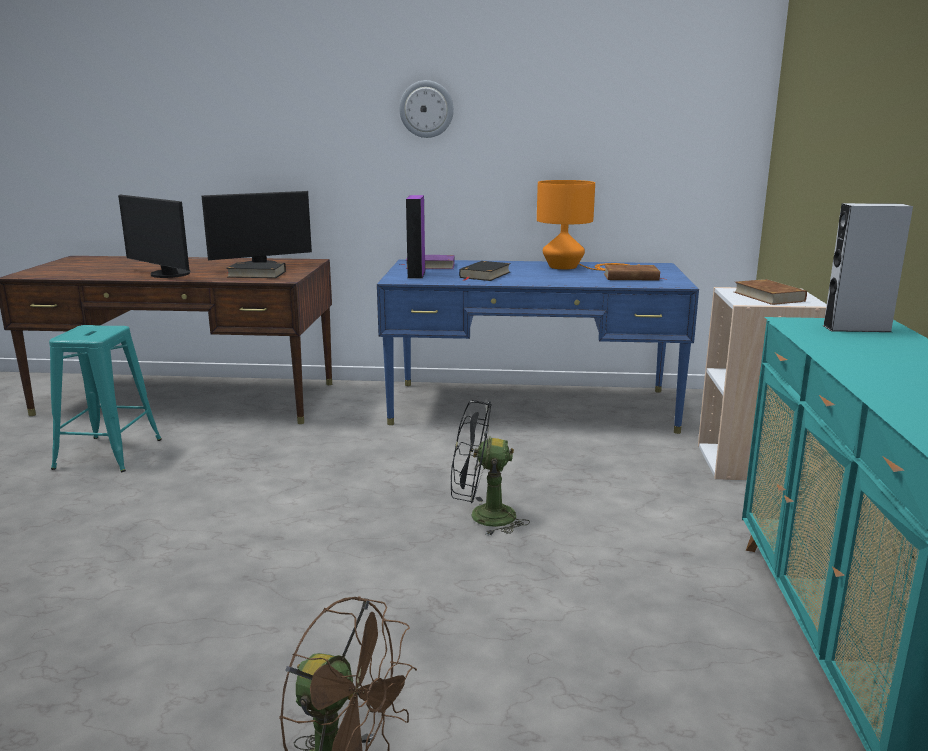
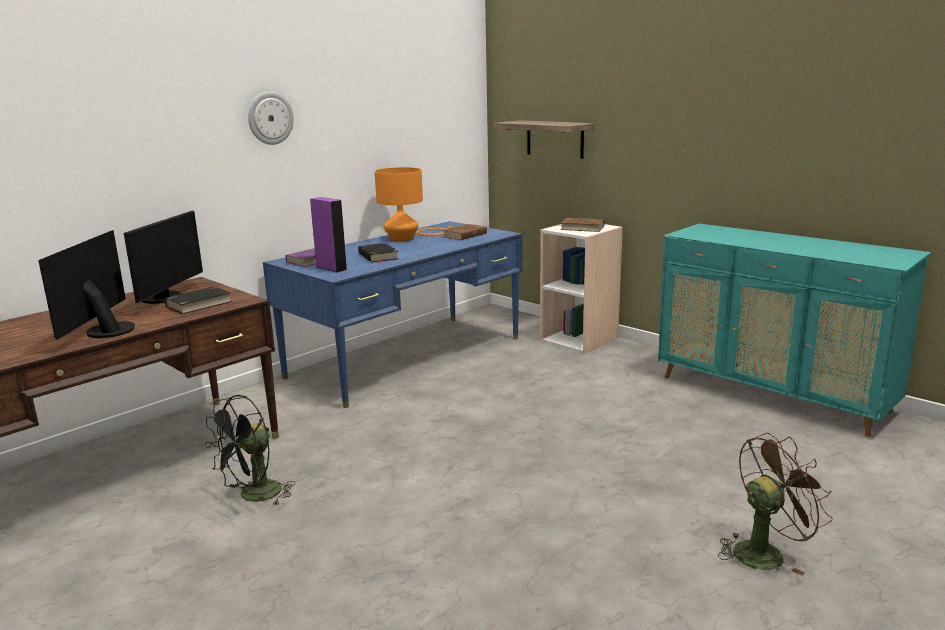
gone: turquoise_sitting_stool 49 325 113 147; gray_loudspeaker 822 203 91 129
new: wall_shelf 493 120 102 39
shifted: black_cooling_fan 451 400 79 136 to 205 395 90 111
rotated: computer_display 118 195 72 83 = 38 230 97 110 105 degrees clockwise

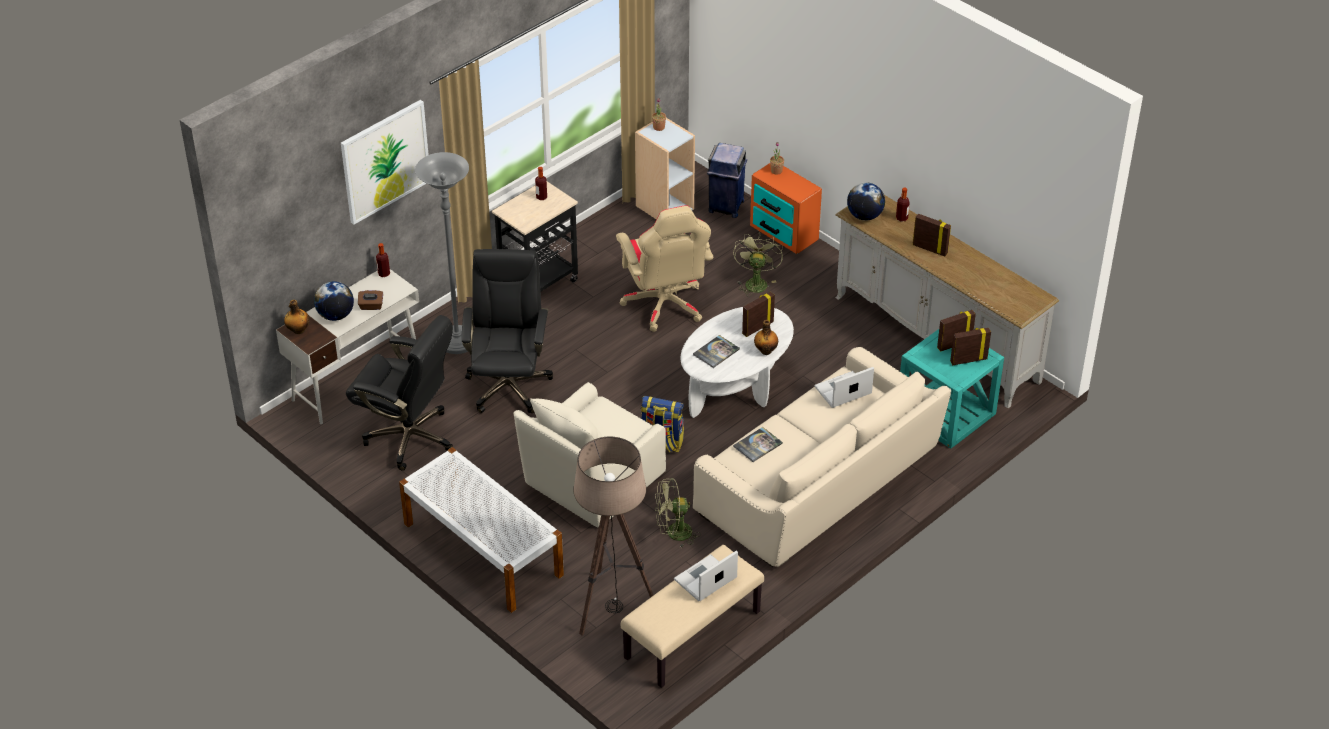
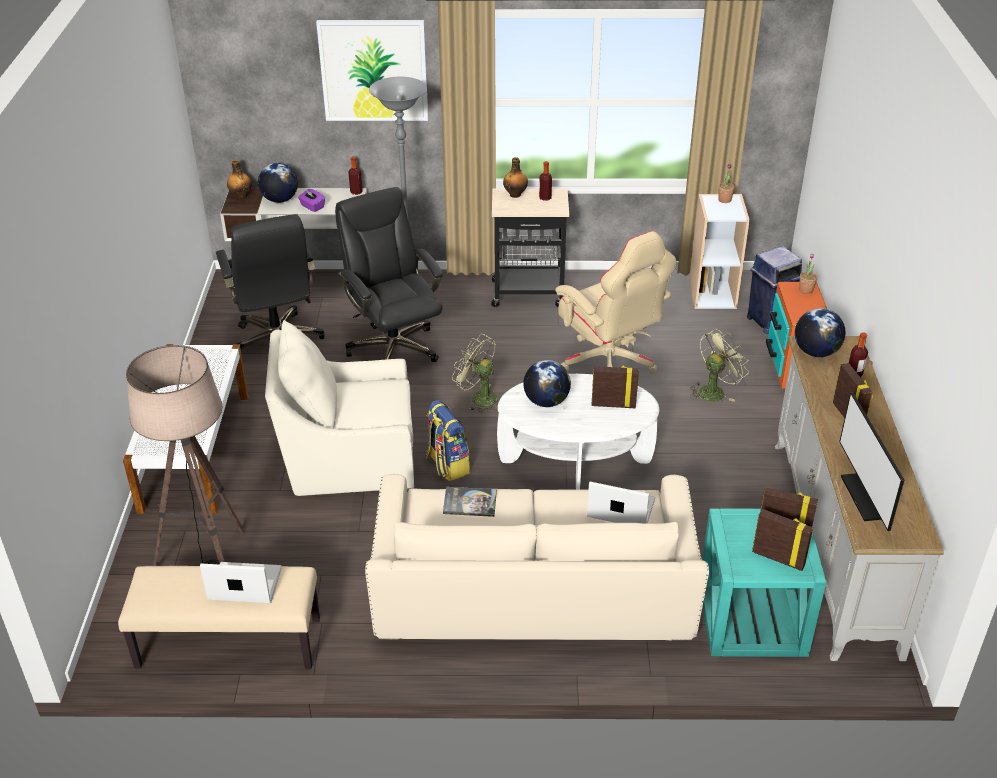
new: computer_display 839 392 65 139
shifted: green_cooling_fan 655 478 46 70 to 452 334 46 79; drink_bottle 754 320 24 35 to 503 157 25 41
swapped: bound_book 693 335 47 33 to desk_globe 523 360 48 47
repainted: brown-coloured_box_of_tissues 358 290 25 20 to purple_box_of_tissues 298 189 27 23
rotated: black_computer_chair 462 249 91 164 = 335 187 108 175 75 degrees counterclockwise; beige-coloured_computer_chair 616 205 98 127 = 556 231 120 143 60 degrees counterclockwise

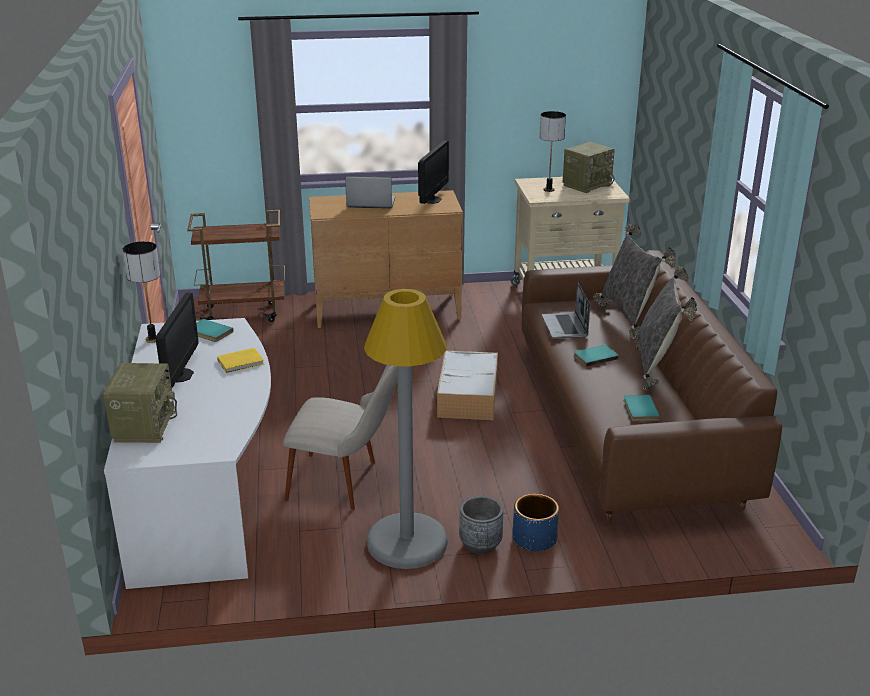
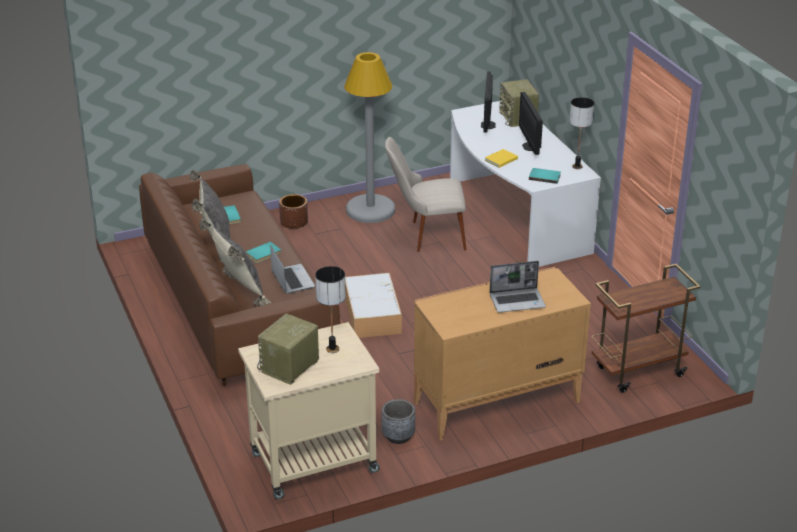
shifted: gray_planter 459 496 44 58 to 382 399 33 45; computer_display 418 141 31 63 to 481 71 15 61
repainted: blue-coloured_planter 512 494 47 57 to brown-coloured_planter 279 194 29 35

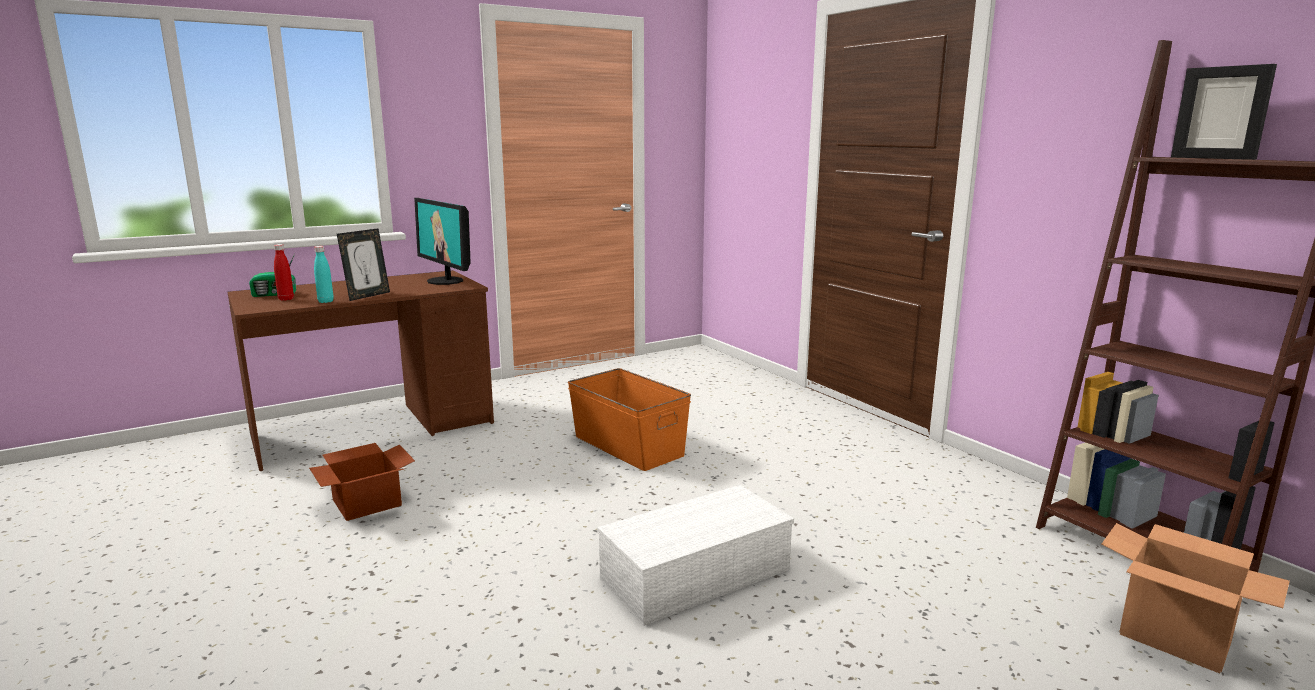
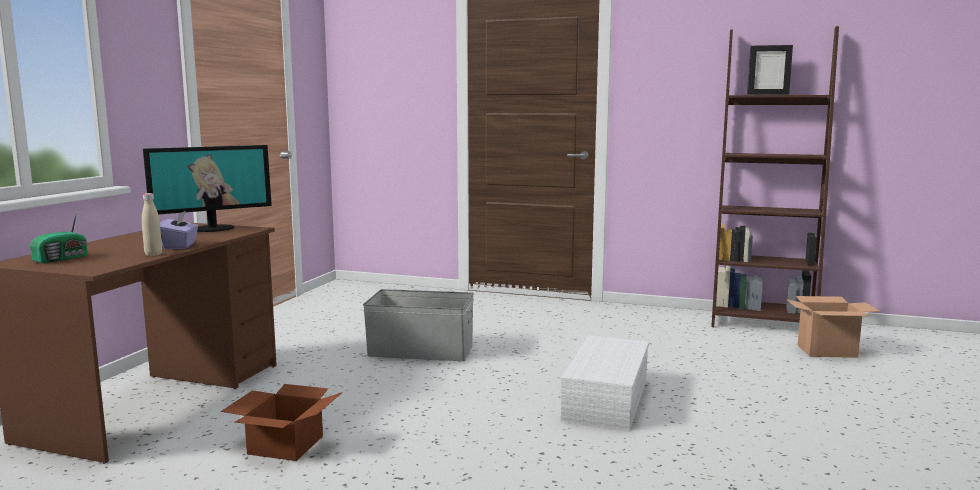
gone: reddish_drink_bottle 274 244 20 57
swapped: photo_frame 337 228 53 73 to purple_box_of_tissues 160 211 38 38
repainted: turquoise_drink_bottle 314 246 20 57 to beige-coloured_drink_bottle 142 193 20 63; orange_storage_bin 568 368 123 103 to gray_storage_bin 363 289 111 72
rotated: computer_display 414 198 57 87 = 143 145 129 87 45 degrees counterclockwise

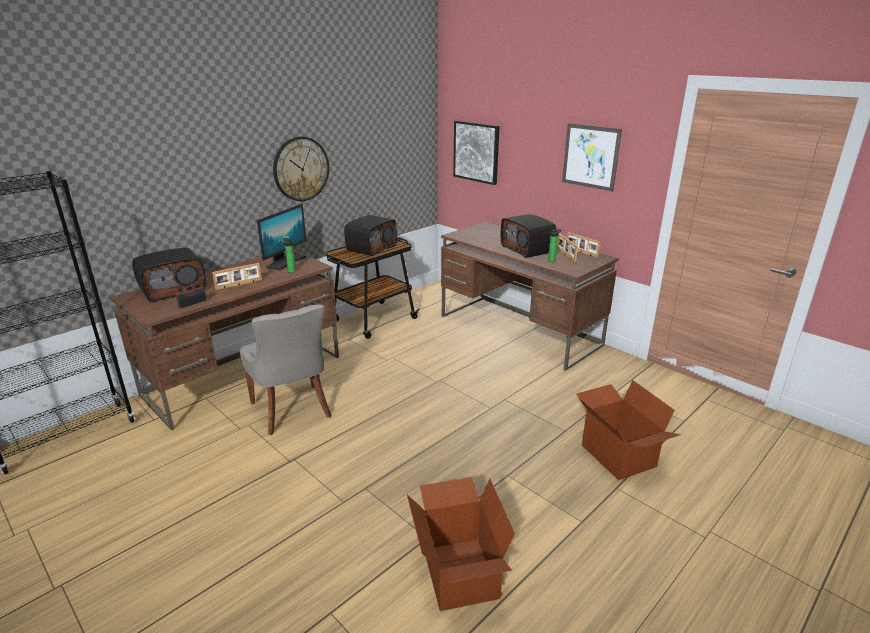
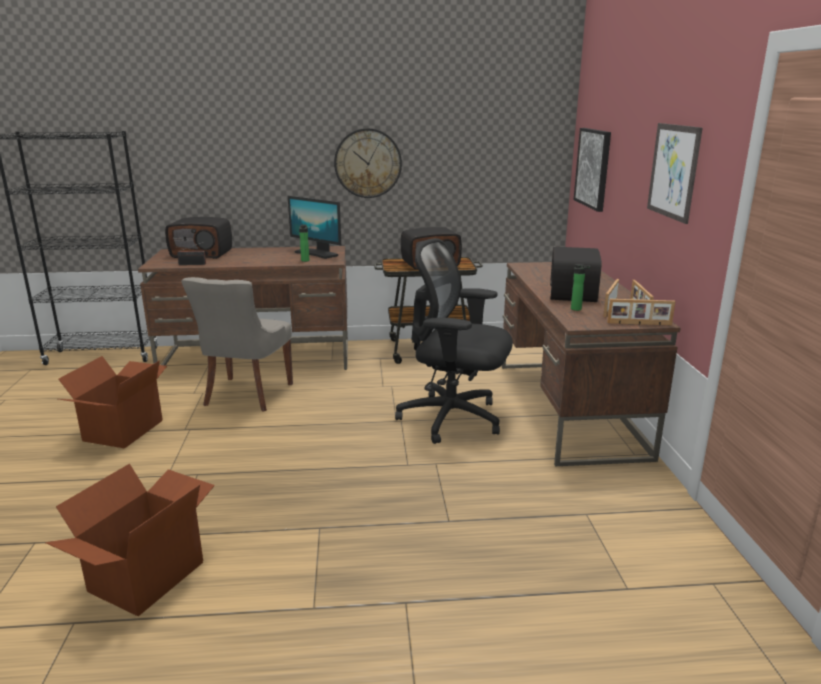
new: black_computer_chair 395 238 118 206
shifted: cardboard_box 577 380 104 100 to 58 356 109 93; photo_frame 212 263 50 27 to 607 299 69 26
rotated: computer_display 257 204 49 66 = 288 196 53 63 60 degrees clockwise

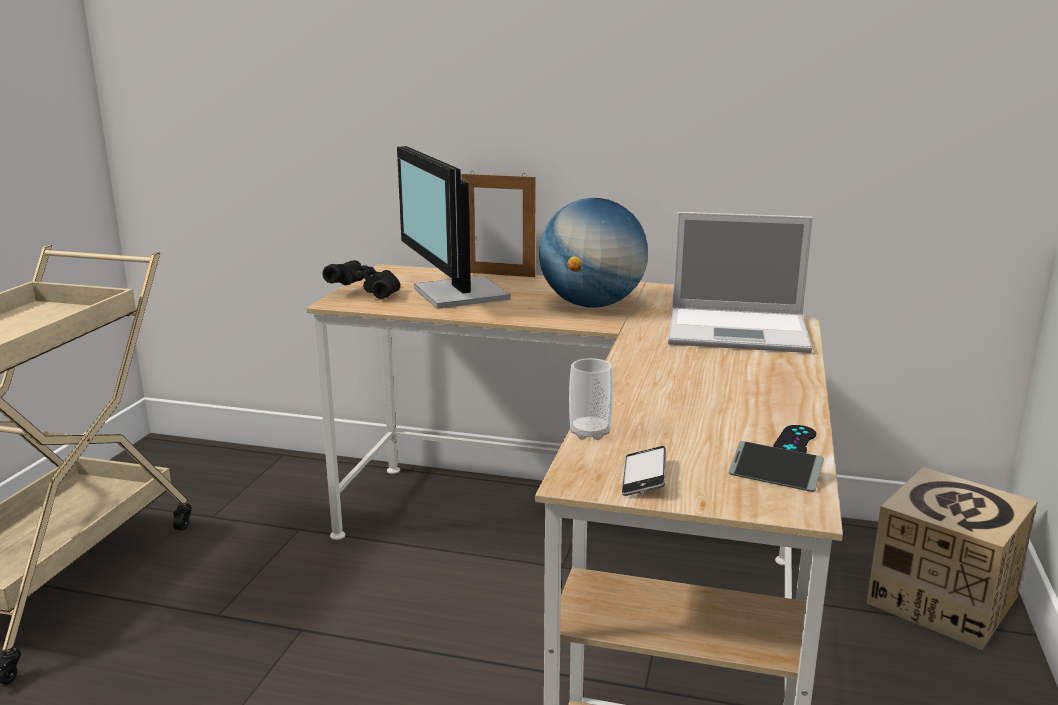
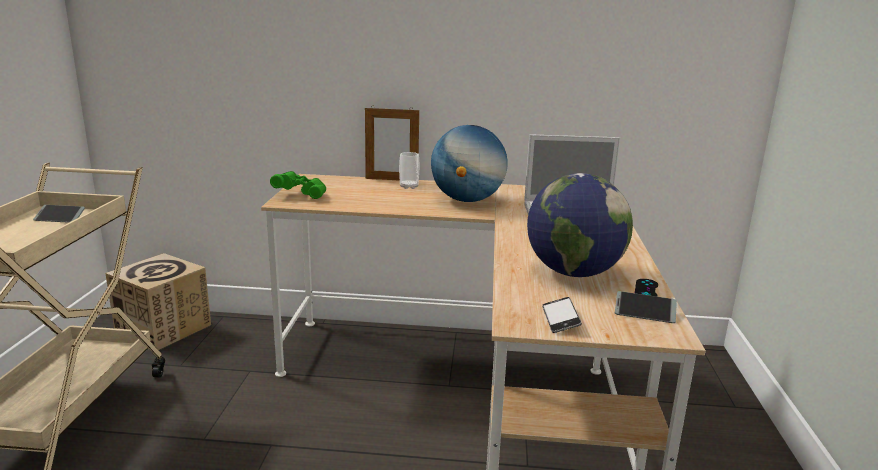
gone: computer_display 397 146 114 163
new: phone 33 205 52 18; desk_globe 527 173 106 104
shifted: cardboard_box 867 467 171 183 to 105 253 106 97; small_cup 569 358 44 82 to 399 152 20 37
repainted: black_field_glasses 322 260 78 39 to green_field_glasses 270 171 56 28

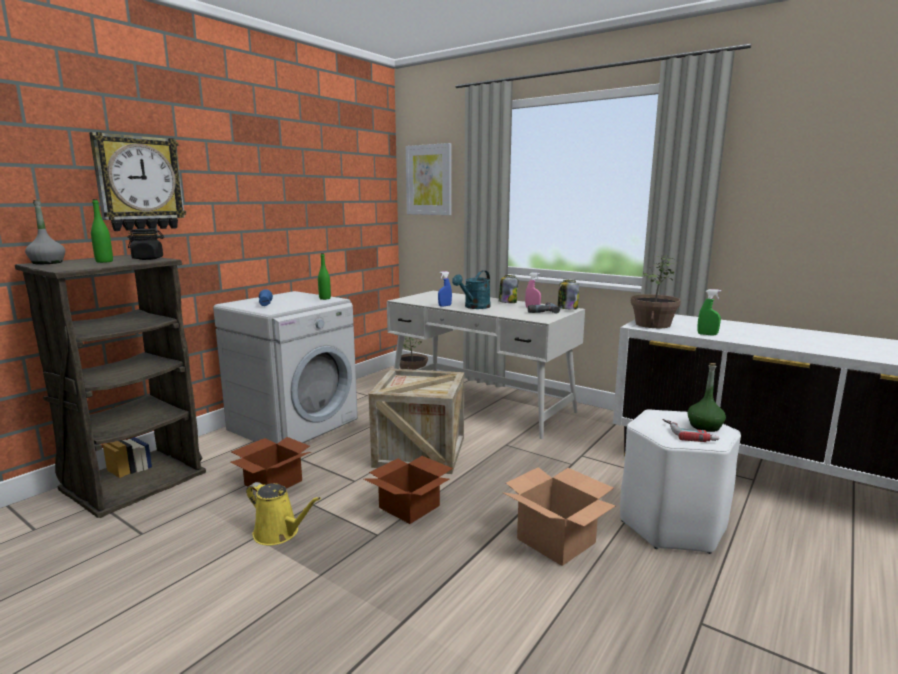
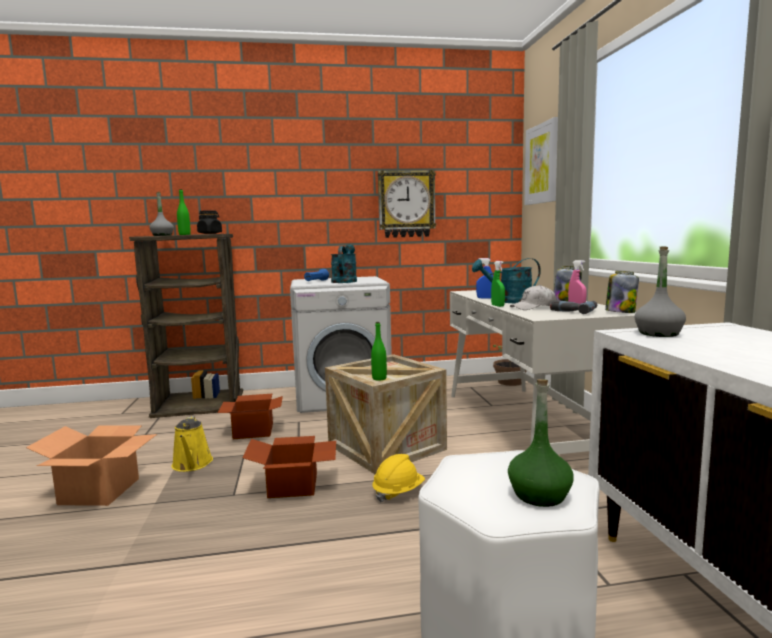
gone: drill 663 419 56 23
new: turquoise_sprinkling_can 331 245 26 38; yellow_hard_hat 372 454 53 48; white-coloured_peaked_cap 510 285 46 25
shifted: cardboard_box 504 467 111 99 to 26 425 131 81; green_drink_bottle 318 253 13 47 to 371 322 16 59; wall_clock 89 132 97 99 to 378 170 58 68; green_sprayer 697 289 24 47 to 491 261 14 46
swapped: plant_in_a_pot 631 256 50 72 to gray_drink_bottle 634 247 52 90

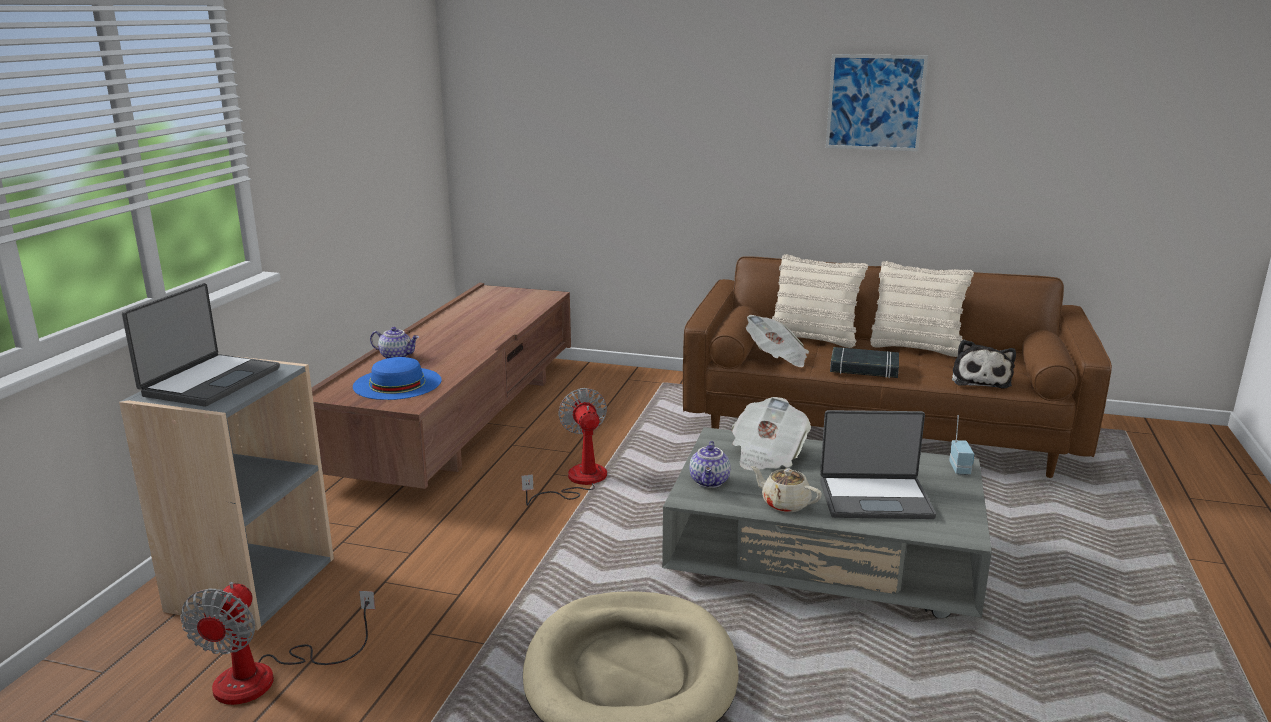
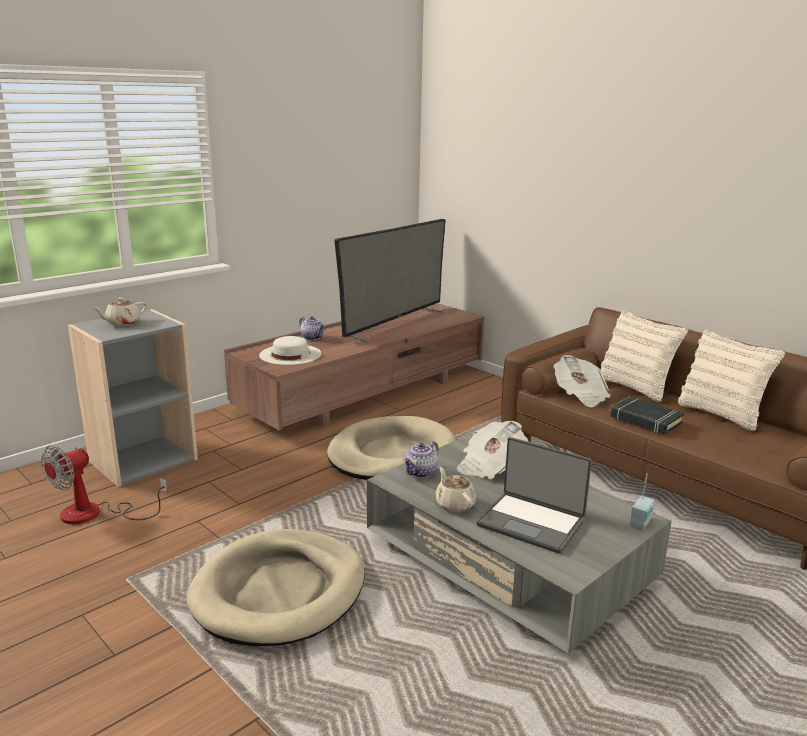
gone: wall_picture 826 54 102 97; soft_toy 952 340 64 49
new: television 334 219 112 124
swapped: portable_computer 122 283 158 123 to beige-coloured_pot_for_tea 93 298 54 28; cooling_fan 522 388 85 118 to beige-coloured_dog_bed 327 416 129 64
repainted: blue-coloured_wearable_hat 353 357 89 43 to white-coloured_wearable_hat 259 336 63 29

